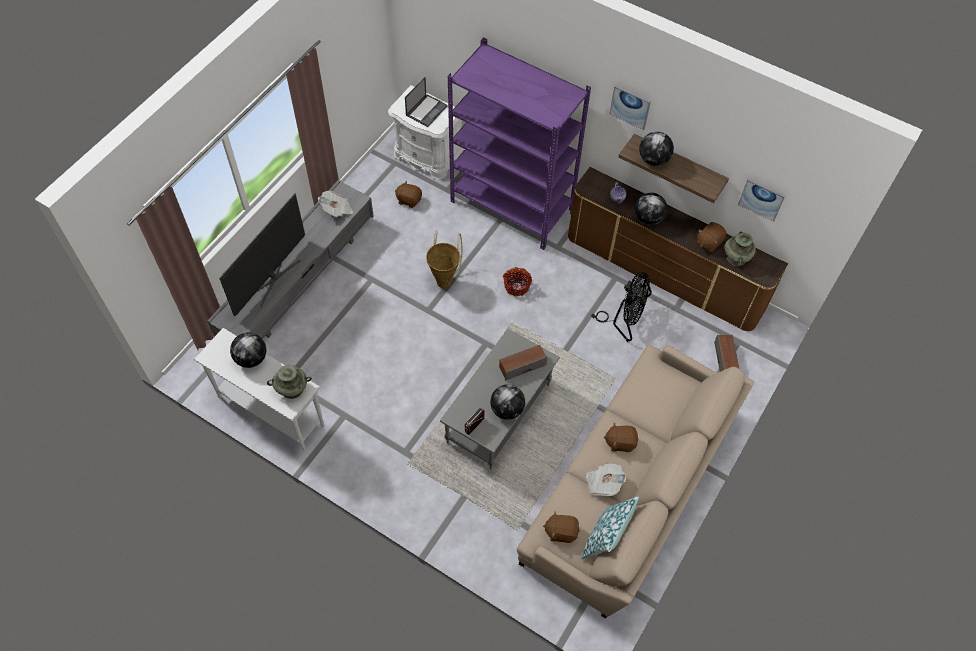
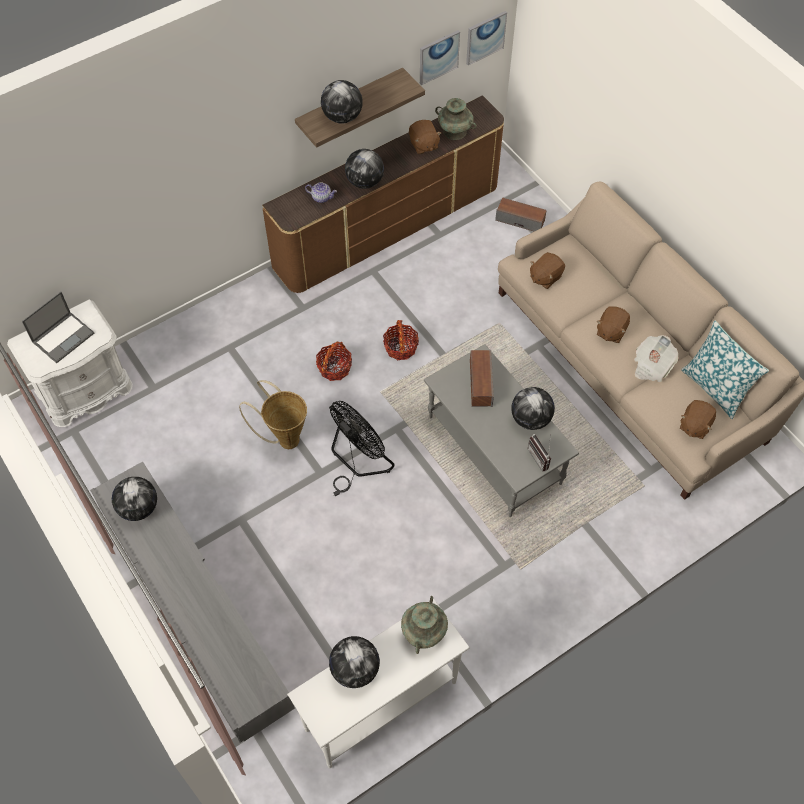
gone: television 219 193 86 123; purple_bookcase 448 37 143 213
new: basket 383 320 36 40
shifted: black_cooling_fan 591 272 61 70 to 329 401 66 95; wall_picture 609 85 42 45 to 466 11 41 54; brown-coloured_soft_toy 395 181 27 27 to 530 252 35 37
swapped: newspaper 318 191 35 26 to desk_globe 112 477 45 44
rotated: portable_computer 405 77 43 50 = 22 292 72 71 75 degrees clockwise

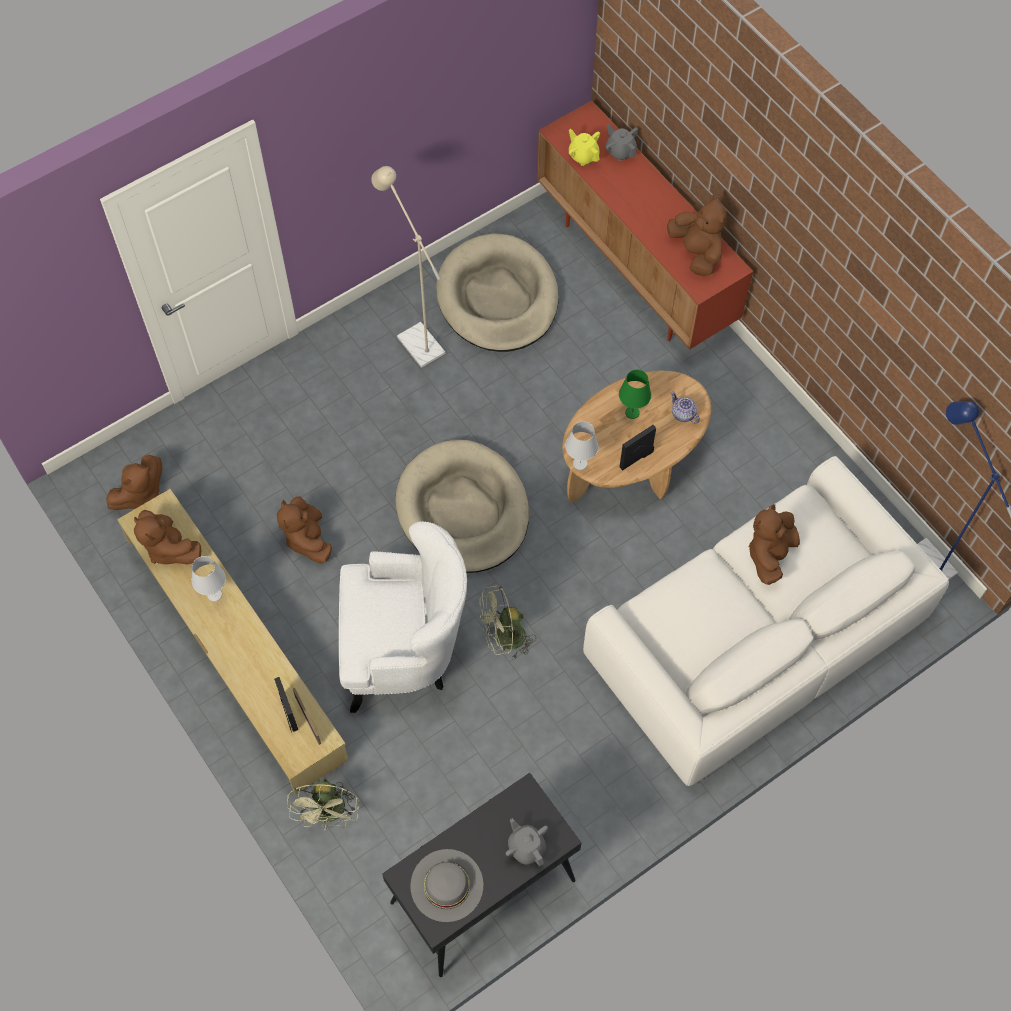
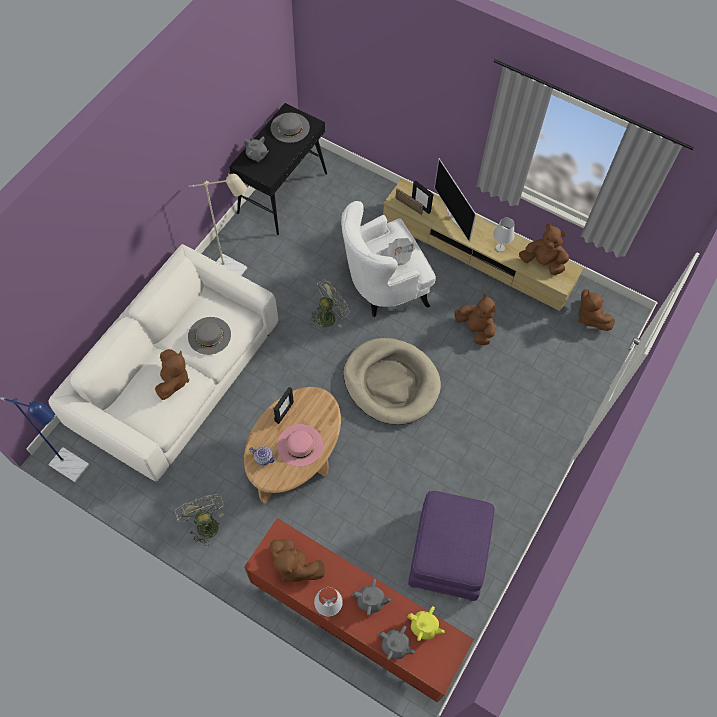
new: gray_wearable_hat 188 317 43 38; gray_pot_for_tea 352 579 39 37; newspaper 378 238 37 28; television 434 158 42 84
shifted: green_cooling_fan 287 778 73 52 to 175 494 50 52; beige-coloured_floor_lamp 371 166 74 202 to 188 173 59 103; white-coloured_lamp_for_a_table 565 422 33 48 to 314 587 29 29
swapped: green_lamp_for_a_table 619 370 32 49 to pink_wearable_hat 277 424 46 43; beige-coloured_dog_bed 436 234 123 118 to purple_ottoman 408 491 86 110
rotated: brown-coloured_soft_toy 106 454 56 56 = 578 289 37 42 45 degrees counterclockwise

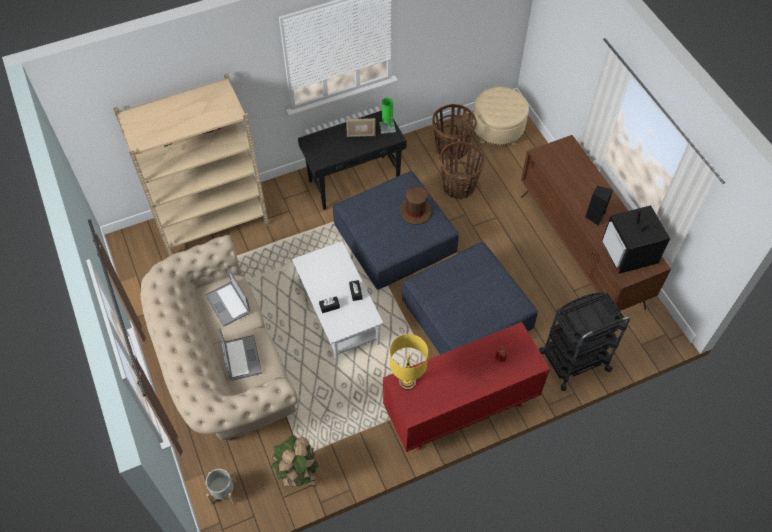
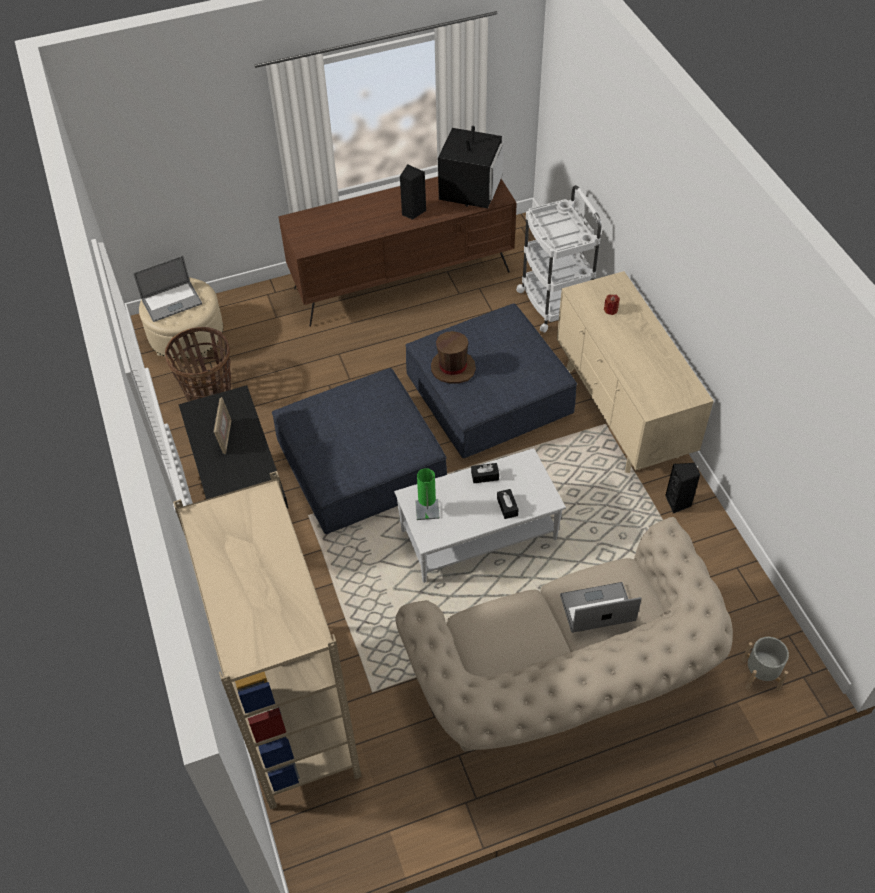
gone: plant_in_a_pot 271 435 48 52; yellow_lamp_for_a_table 390 334 38 56; basket 439 142 46 58
new: black_loudspeaker 665 463 35 50
shifted: portable_computer 205 266 46 61 to 133 255 69 67; green_lamp_for_a_table 379 98 17 36 to 415 468 25 52; brown-coloured_wearable_hat 400 186 32 39 to 431 331 45 53
repainted: black_wheeled_cart 539 291 91 100 to white-coloured_wheeled_cart 516 185 85 148; reddish_drawer_chest 383 322 167 130 to beige-coloured_drawer_chest 557 271 157 202
rotated: television 602 205 68 69 = 438 126 65 82 60 degrees counterclockwise

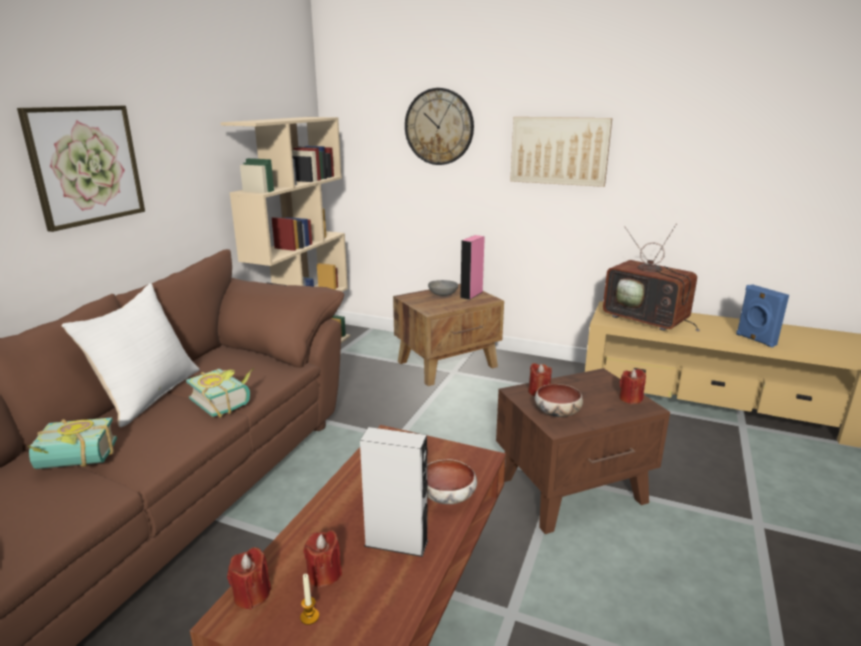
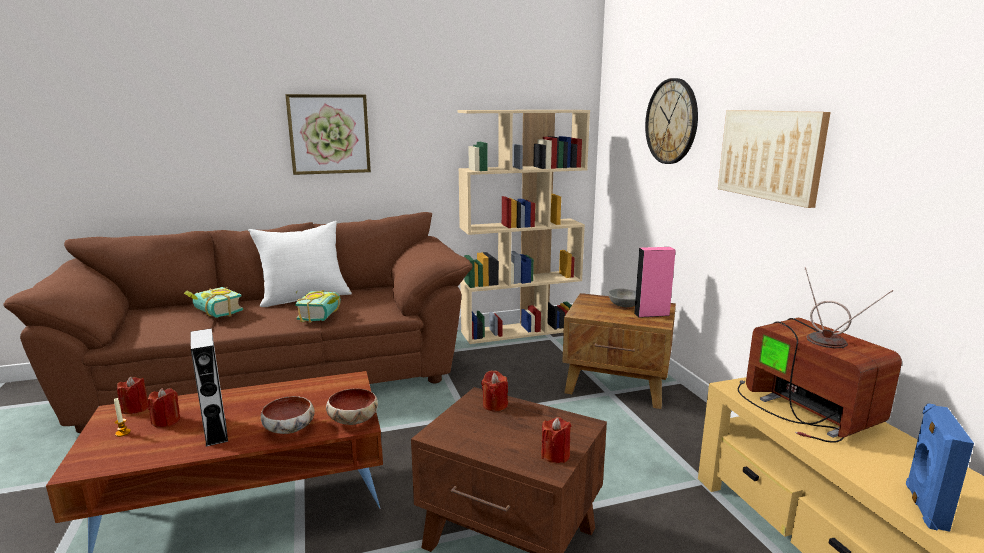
shifted: deep_dish 535 384 48 33 to 326 389 52 36
rotated: television 603 224 97 108 = 738 267 164 176 150 degrees clockwise

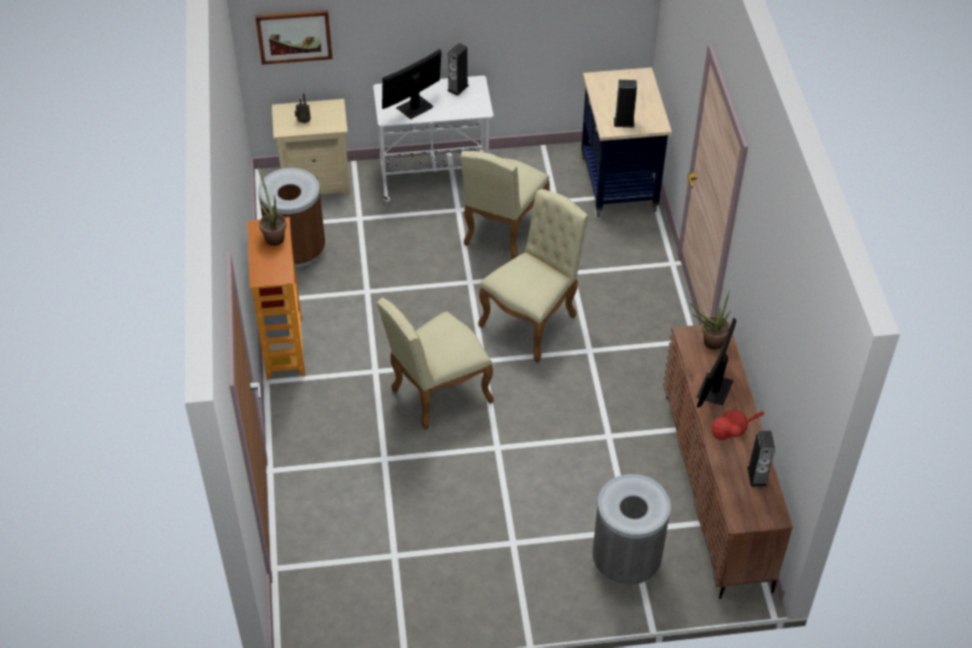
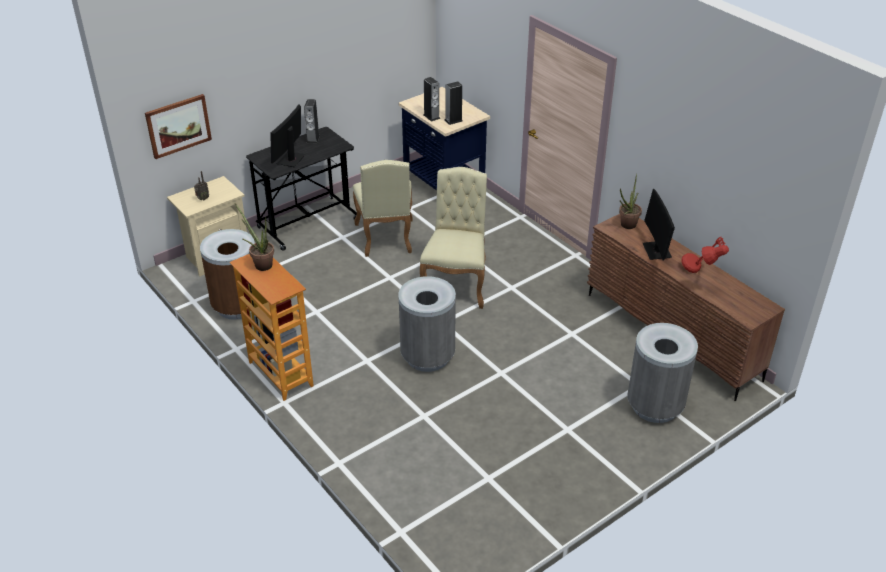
shifted: loudspeaker 747 431 28 56 to 423 77 17 44
swapped: beige-coloured_plain_chair 377 298 117 132 to gray_trash_can 398 276 58 96
repainted: white-coloured_desk_table 373 76 121 126 to black_desk_table 246 127 111 124

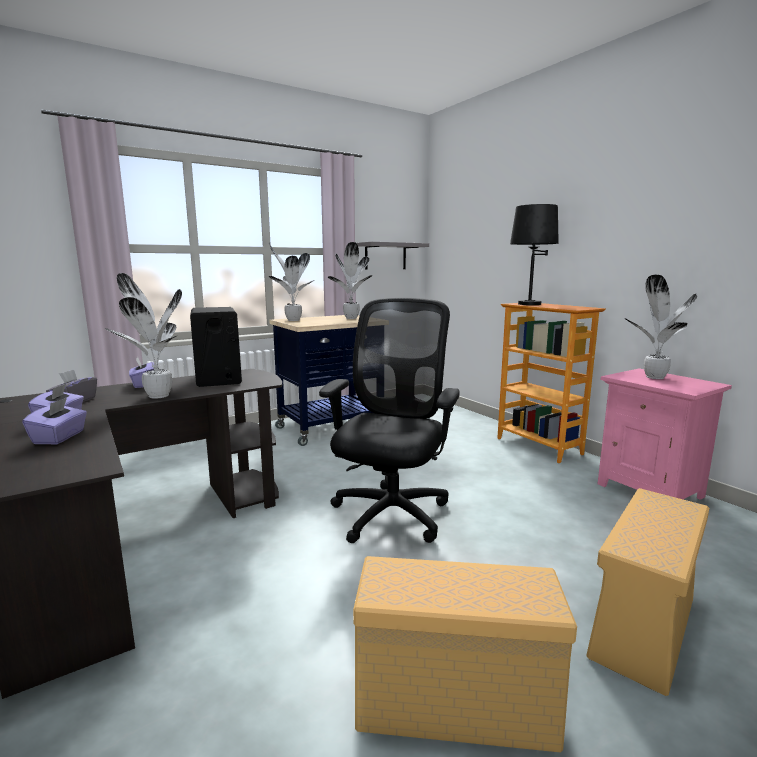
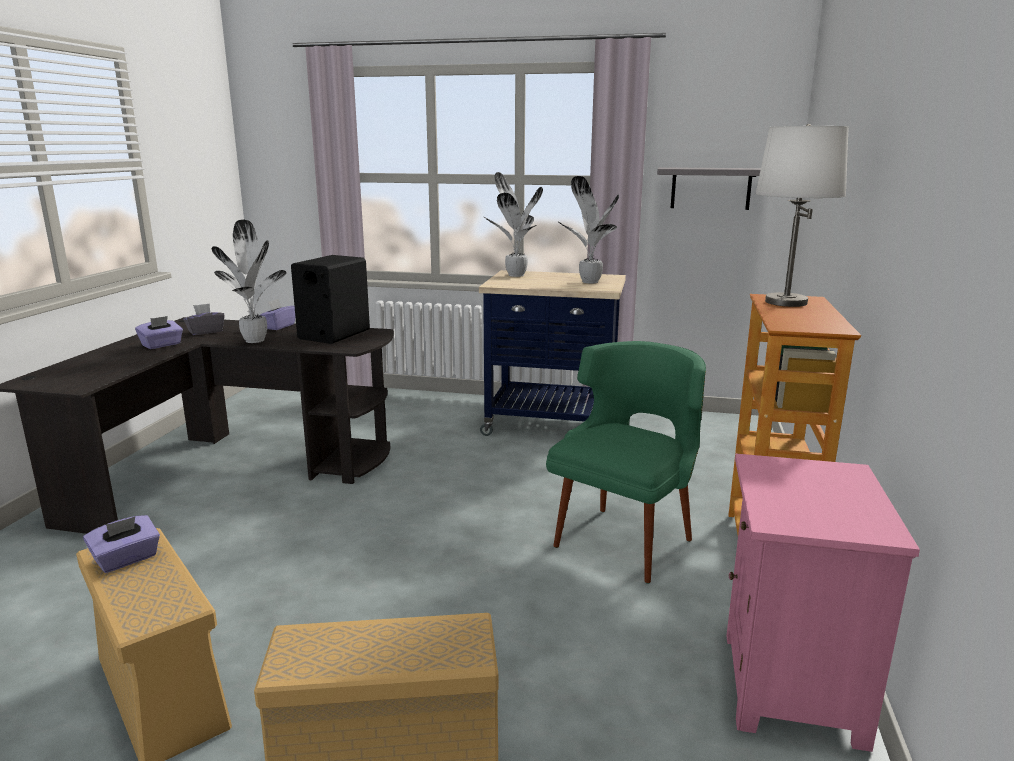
gone: black_computer_chair 319 298 141 245; plant_in_a_pot 624 275 73 104
new: green_plain_chair 546 341 160 243
shifted: purple_box_of_tissues 22 397 65 47 to 83 515 77 58
repainted: black_lamp_for_a_table 510 204 49 101 to white-coloured_lamp_for_a_table 755 124 94 183

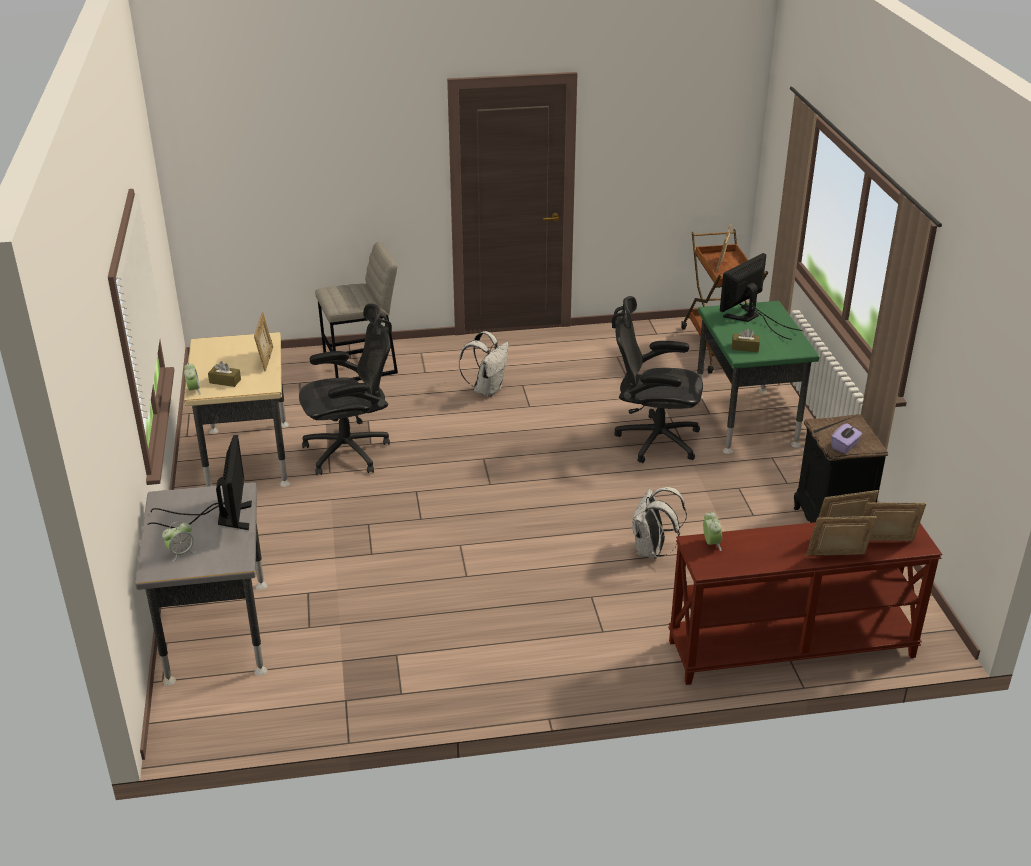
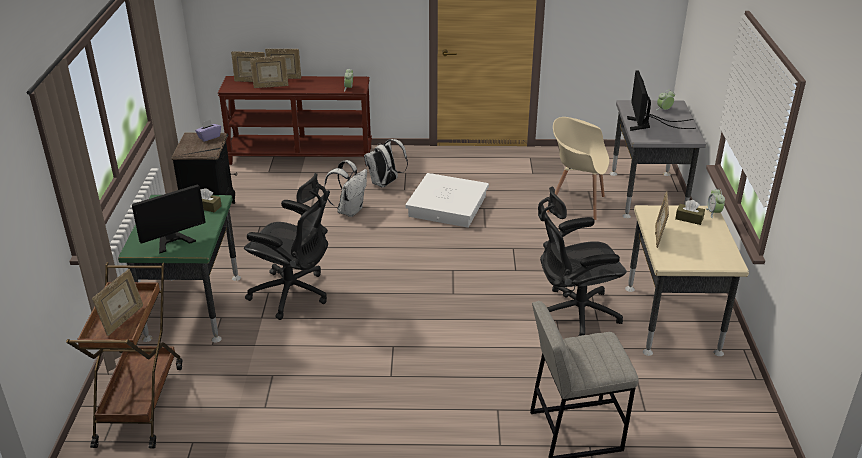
new: white-coloured_storage_bin 405 173 84 55; beige-coloured_plain_chair 547 117 62 103
shifted: white-coloured_rucksack 459 331 50 66 to 364 139 44 49

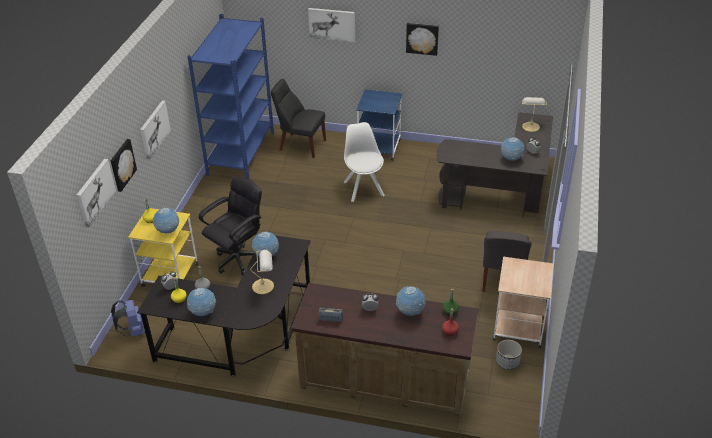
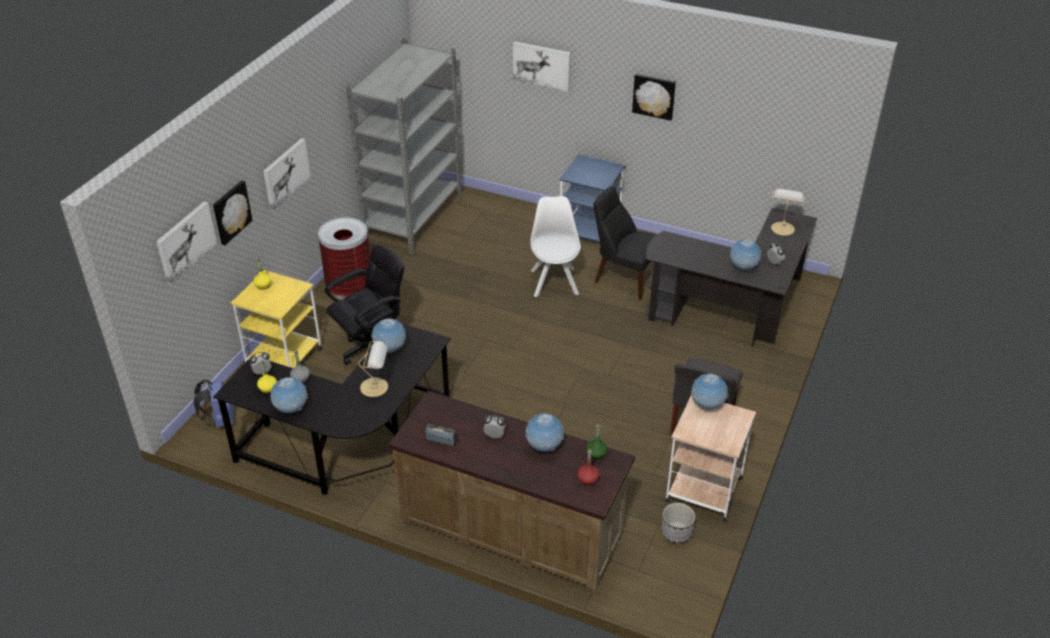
new: trash_can 318 217 52 83
shifted: black_plain_chair 271 79 55 79 to 593 186 63 114; desk_globe 153 208 26 25 to 691 373 37 37
repainted: blue-coloured_bookcase 188 14 86 165 to gray_bookcase 346 38 115 216

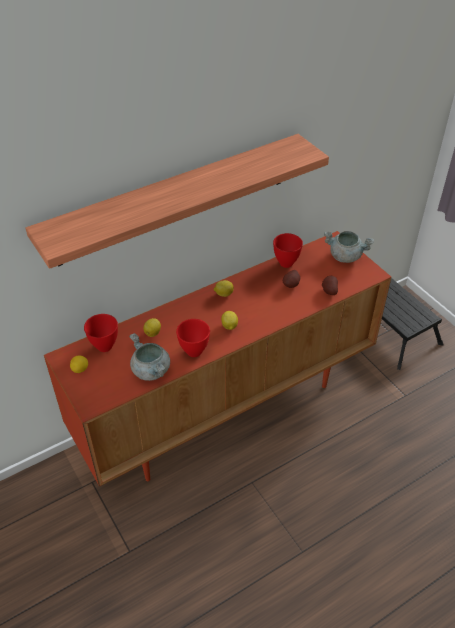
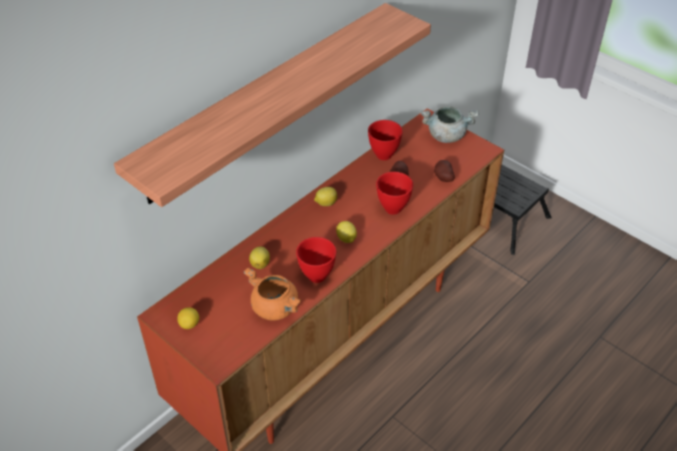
shifted: reddish_deep_dish 84 314 34 38 to 376 172 37 43
repainted: gray_stockpot 129 333 41 48 to orange_stockpot 244 268 57 53

